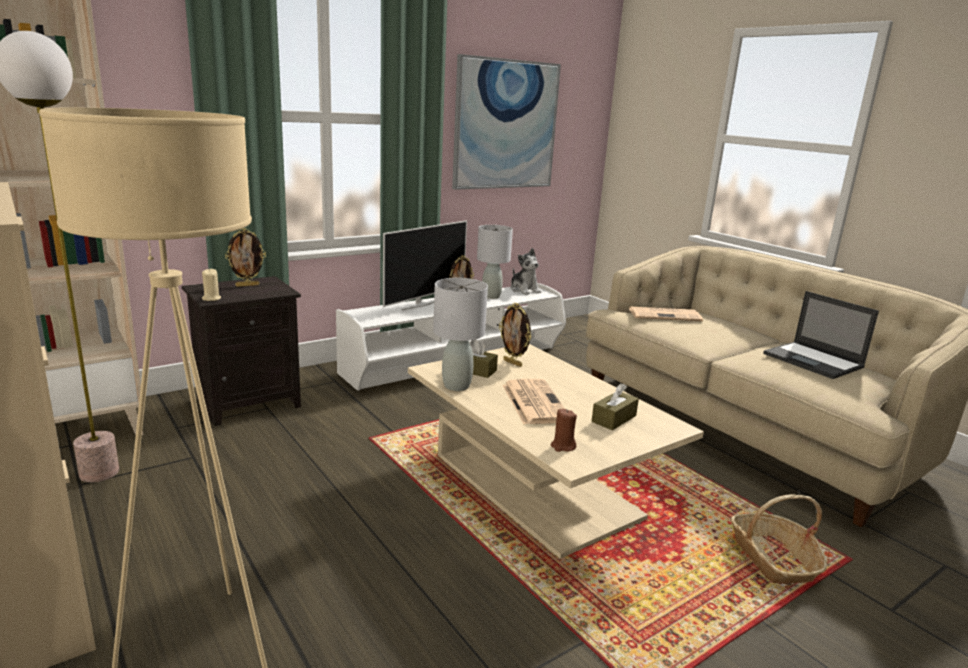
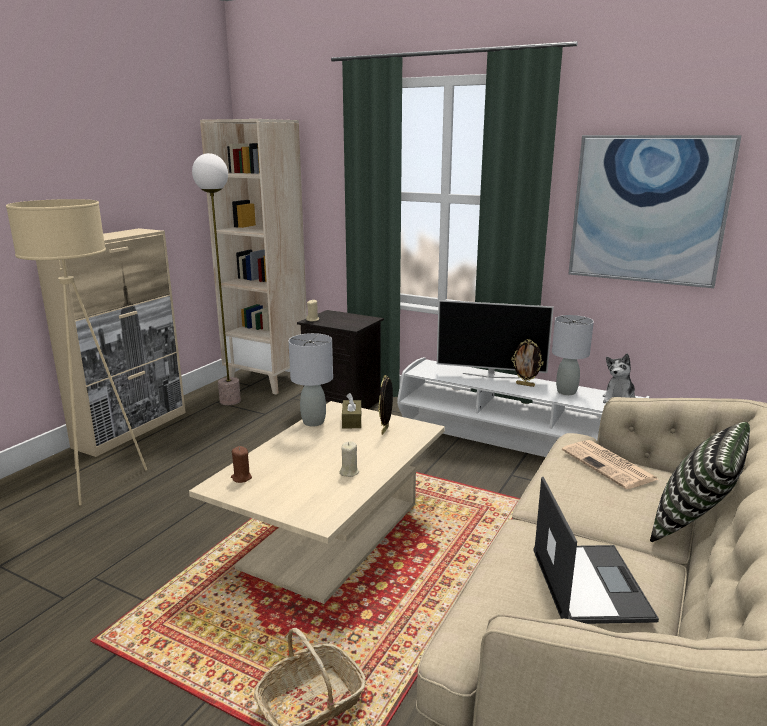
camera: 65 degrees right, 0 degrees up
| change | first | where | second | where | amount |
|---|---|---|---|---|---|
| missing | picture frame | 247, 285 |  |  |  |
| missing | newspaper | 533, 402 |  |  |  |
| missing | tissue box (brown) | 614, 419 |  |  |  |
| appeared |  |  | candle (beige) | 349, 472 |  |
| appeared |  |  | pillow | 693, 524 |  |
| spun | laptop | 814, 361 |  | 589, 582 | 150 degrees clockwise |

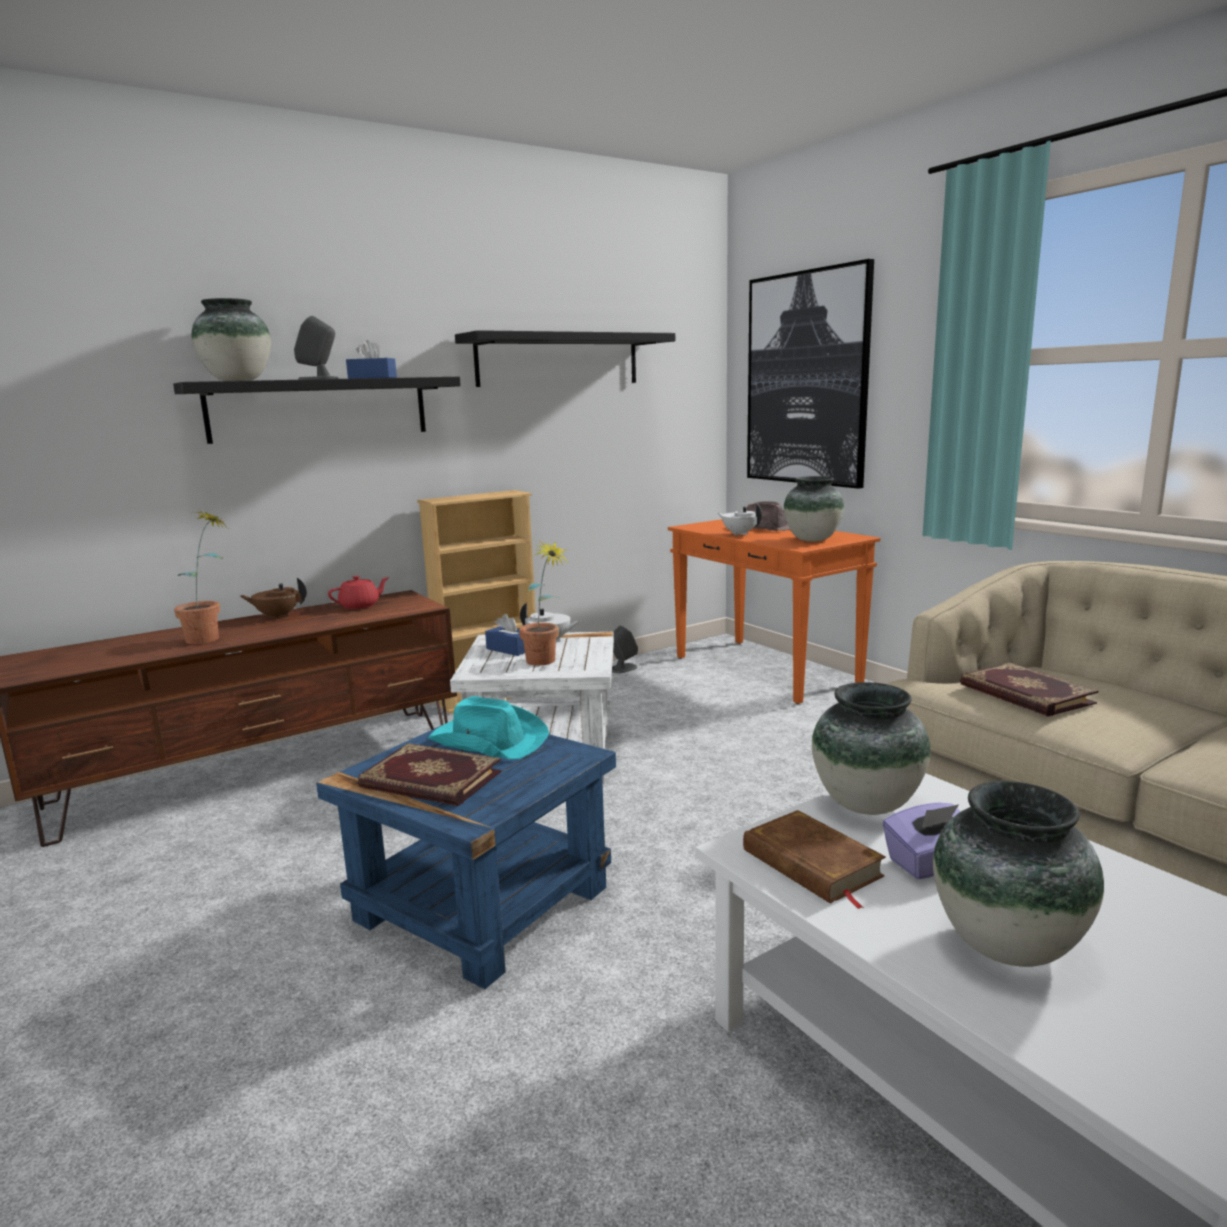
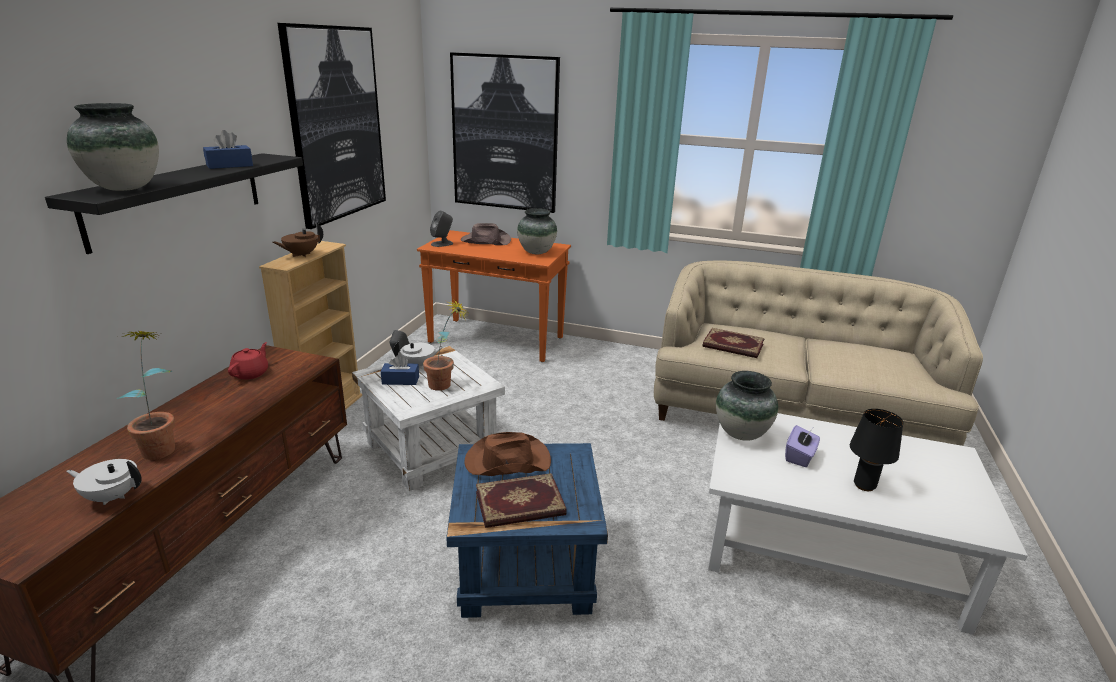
camera: 40 degrees left, 10 degrees up
| change | first | where | second | where | amount |
|---|---|---|---|---|---|
| missing | book (brown) | 811, 864 |  |  |  |
| relocated | teapot (brown) | 277, 616 |  | 301, 255 |  |
| relocated | speaker (grey) | 319, 379 |  | 442, 244 |  |
| relocated | teapot (white) | 739, 534 |  | 112, 496 |  |
| exchanged | shelf (black) | 559, 360 | picture | 336, 124 |  |
| exchanged | vase | 1006, 947 | table lamp (black) | 864, 486 |  |
| colour | hat (turquoise) | 488, 740 | hat (brown) | 506, 461 |  |

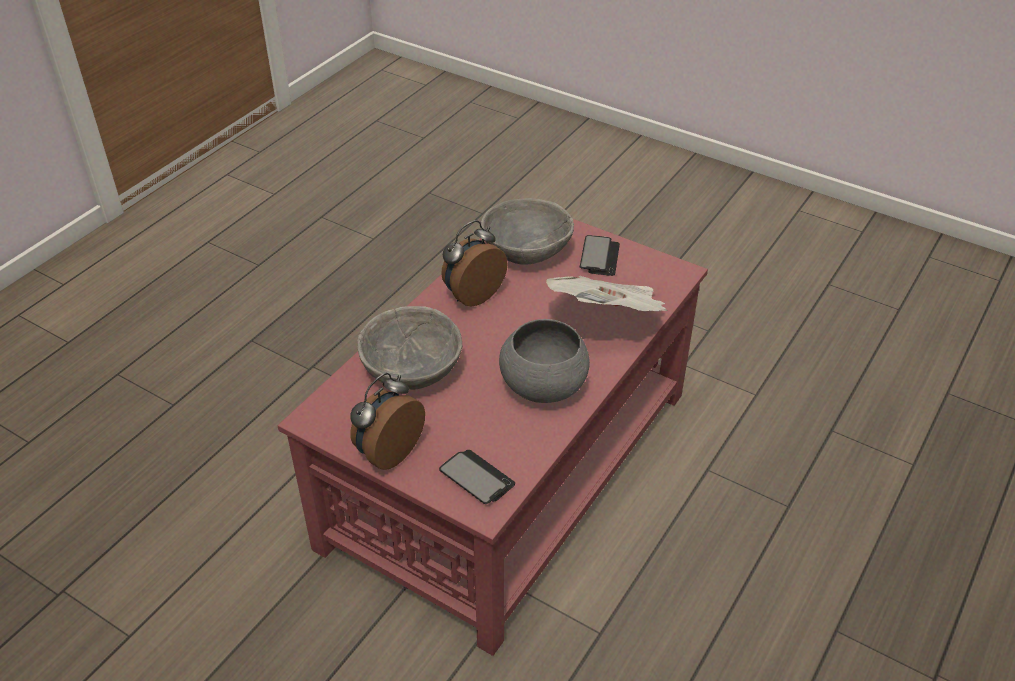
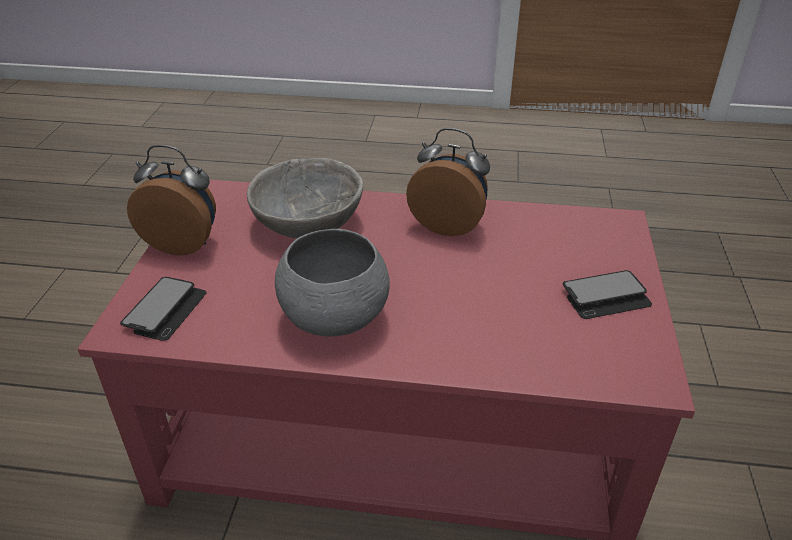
camera: 65 degrees right, 5 degrees down
| change | first | where | second | where | amount |
|---|---|---|---|---|---|
| missing | bowl (grey) | 526, 250 |  |  |  |
| missing | newspaper | 609, 317 |  |  |  |

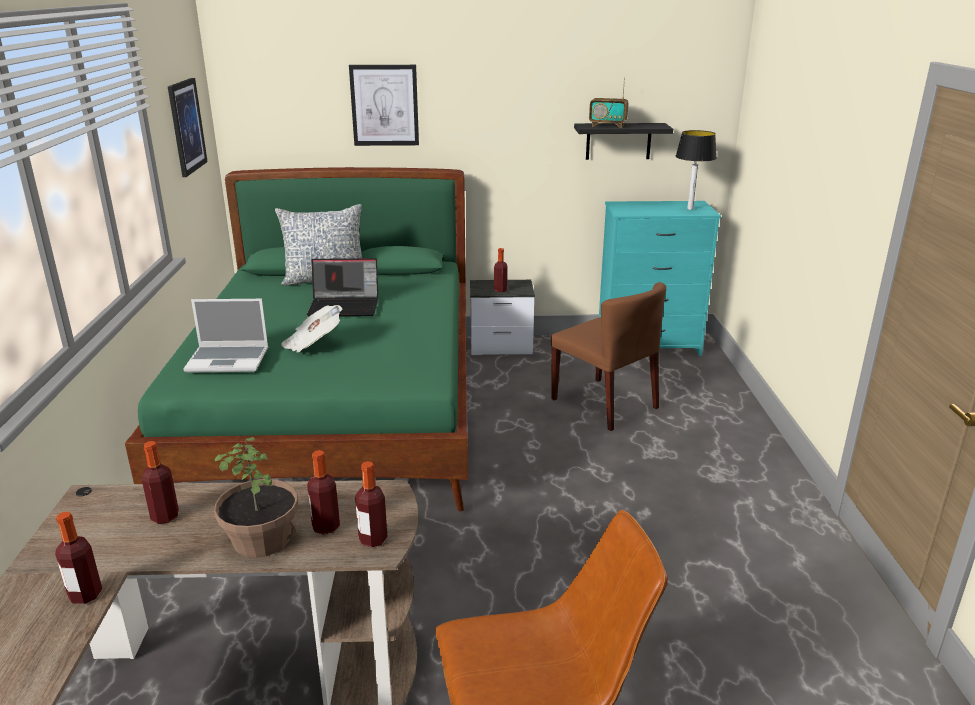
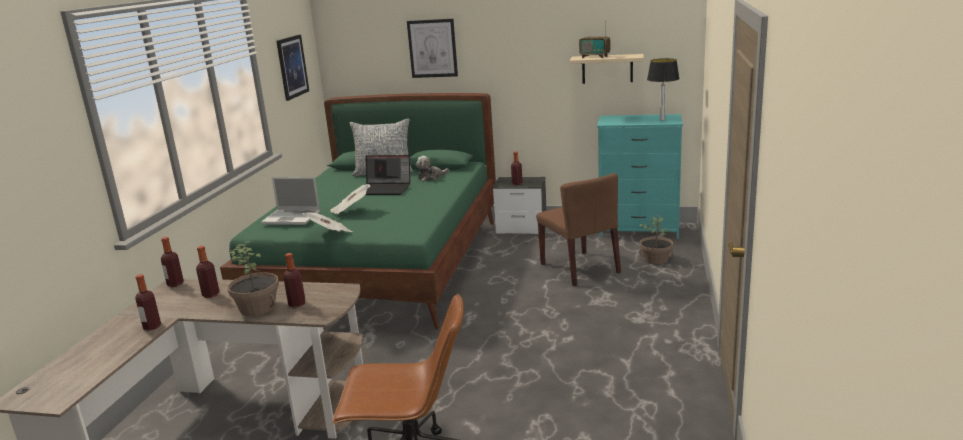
camera: 15 degrees right, 5 degrees down
| change | first | where | second | where | amount |
|---|---|---|---|---|---|
| appeared |  |  | newspaper | 329, 233 |  |
| appeared |  |  | plush toy | 431, 177 |  |
| appeared |  |  | potted plant | 656, 259 |  |
| relocated | bottle | 373, 539 |  | 175, 284 |  |
| colour | shelf (black) | 618, 141 | shelf (beige) | 607, 69 |  |

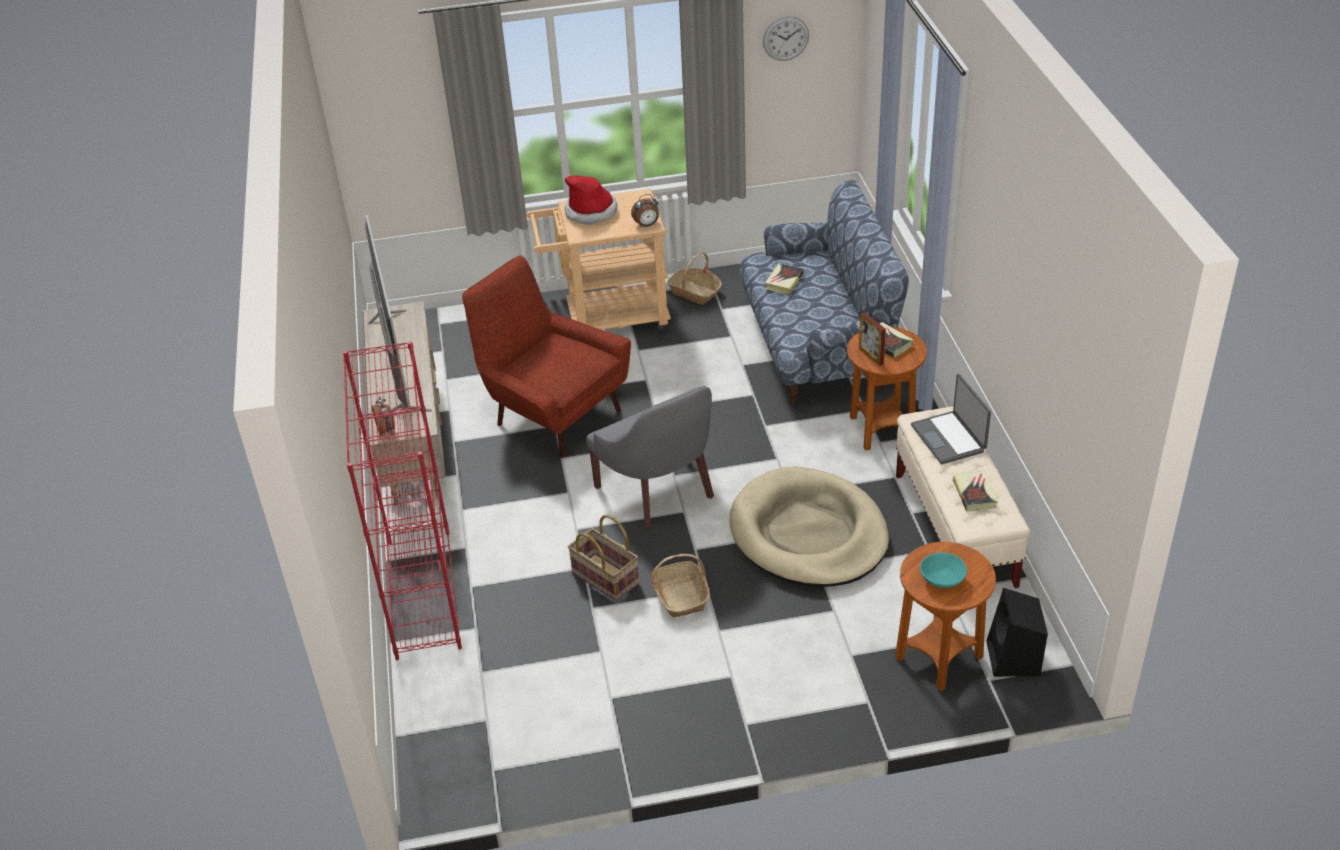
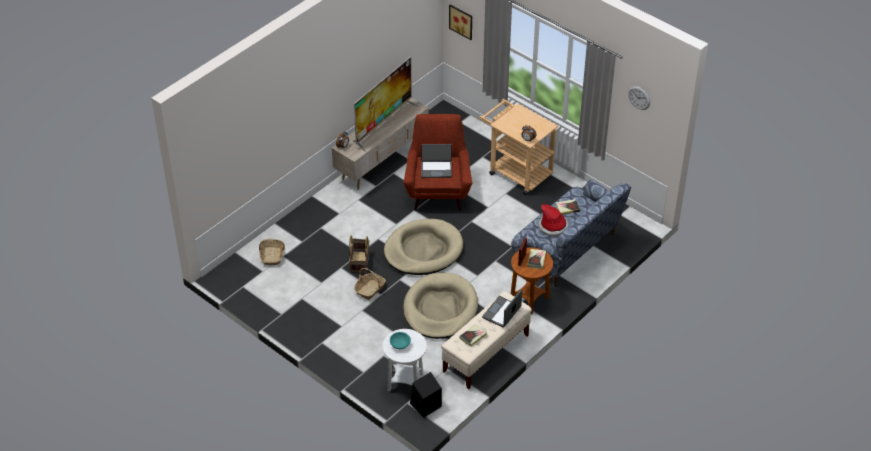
camera: 50 degrees right, 5 degrees up
| change | first | where | second | where | amount |
|---|---|---|---|---|---|
| missing | bookcase (red) | 422, 592 |  |  |  |
| appeared |  |  | laptop | 436, 169 |  |
| appeared |  |  | picture | 461, 21 |  |
| relocated | hat | 591, 211 |  | 553, 227 |  |
| relocated | basket | 694, 292 |  | 272, 256 |  |
| exchanged | armchair (grey) | 660, 490 | dog bed (beige) | 423, 250 |  |
| colour | side table (brown) | 939, 658 | side table (white) | 405, 382 |  |

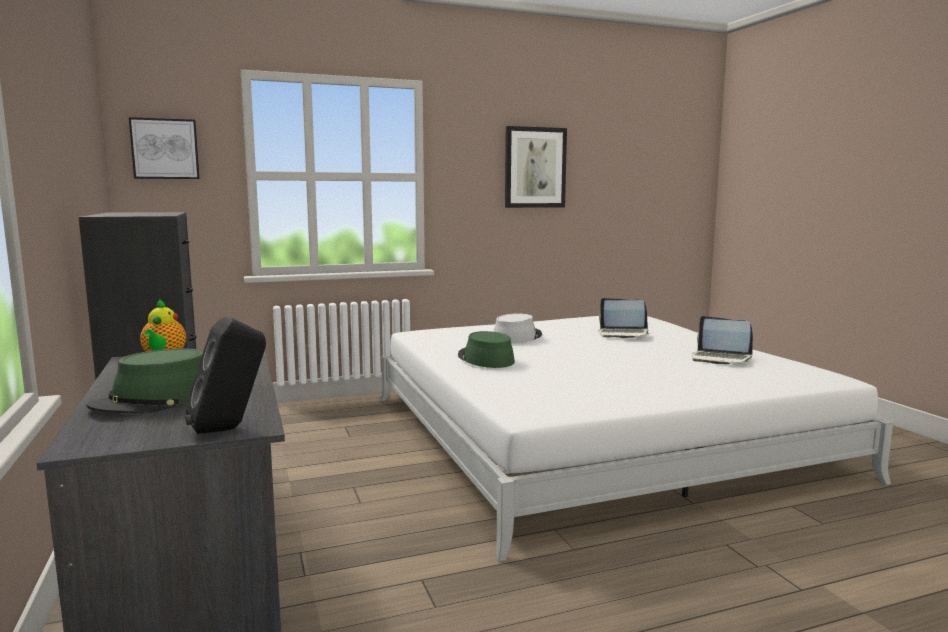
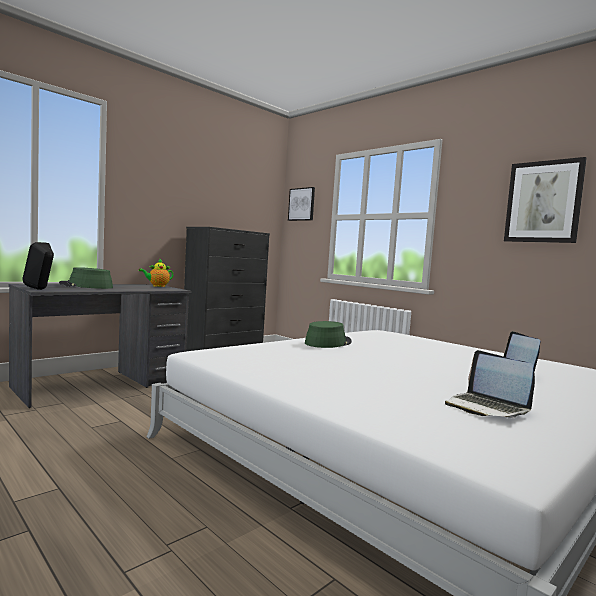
camera: 65 degrees right, 5 degrees down
| change | first | where | second | where | amount |
|---|---|---|---|---|---|
| missing | hat (grey) | 517, 337 |  |  |  |
| spun | laptop | 720, 359 |  | 486, 408 | 45 degrees counterclockwise |

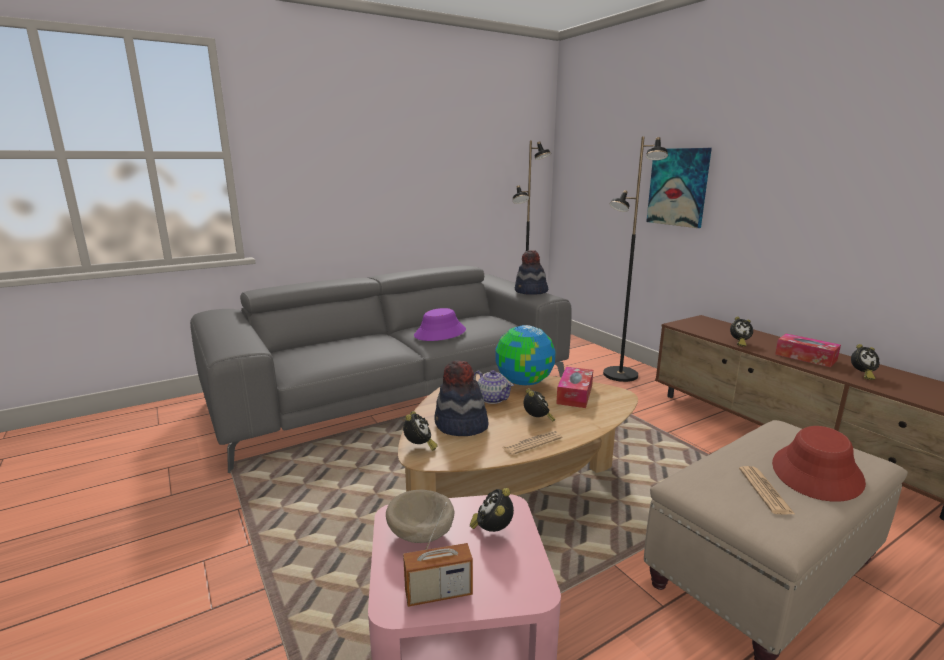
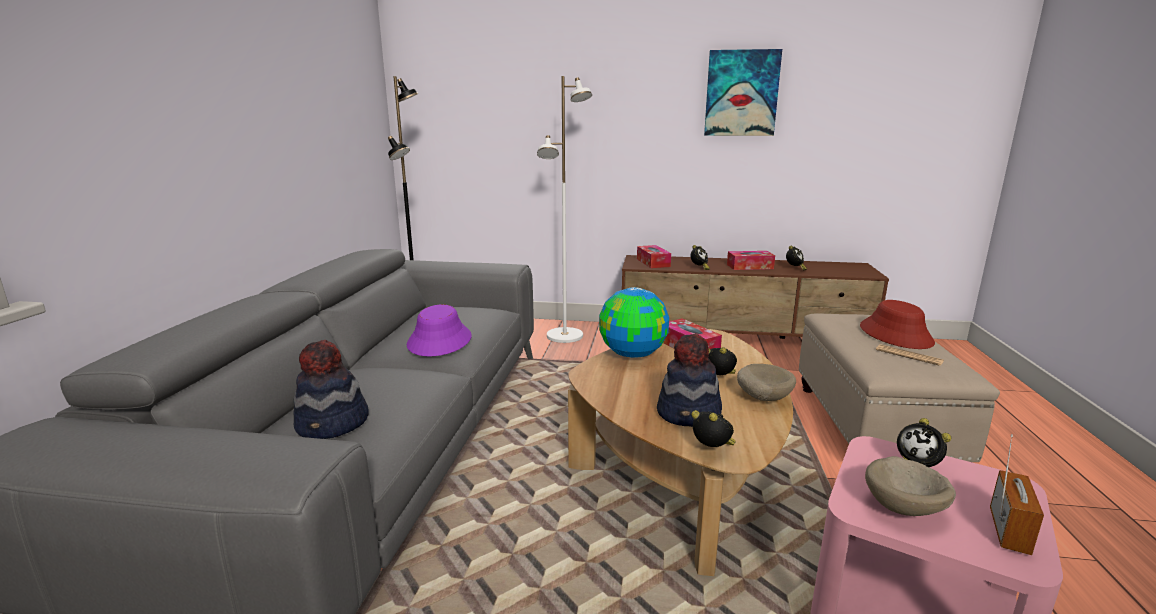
camera: 50 degrees left, 0 degrees up
| change | first | where | second | where | amount |
|---|---|---|---|---|---|
| missing | teapot | 492, 399 |  |  |  |
| appeared |  |  | tissue box | 653, 262 |  |
| relocated | hat | 530, 292 |  | 333, 424 |  |
| relocated | picture | 678, 187 |  | 741, 93 |  |
| exchanged | newspaper | 532, 443 | bowl (beige) | 762, 397 |  |
| colour | floor lamp (black) | 620, 375 | floor lamp (white) | 565, 336 |  |

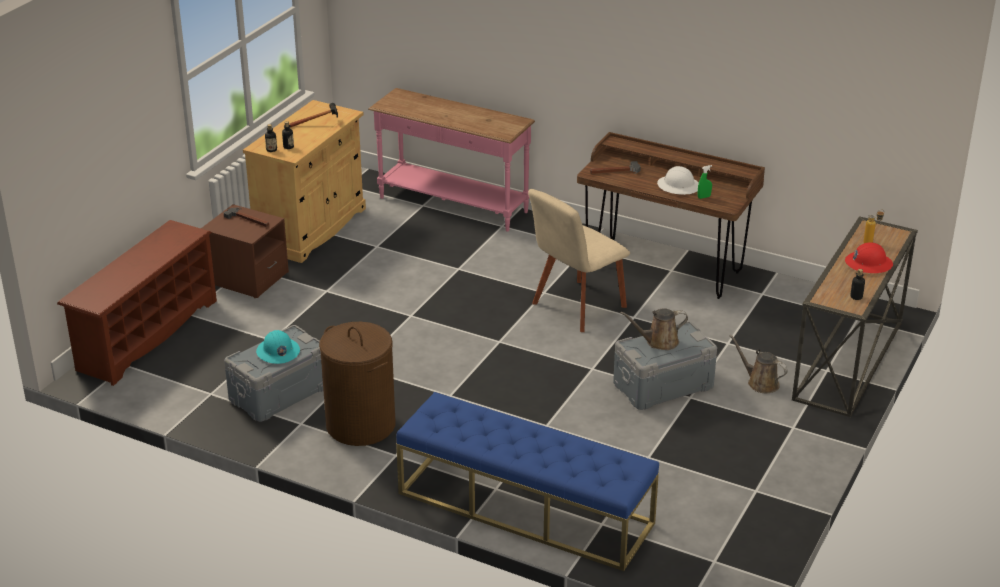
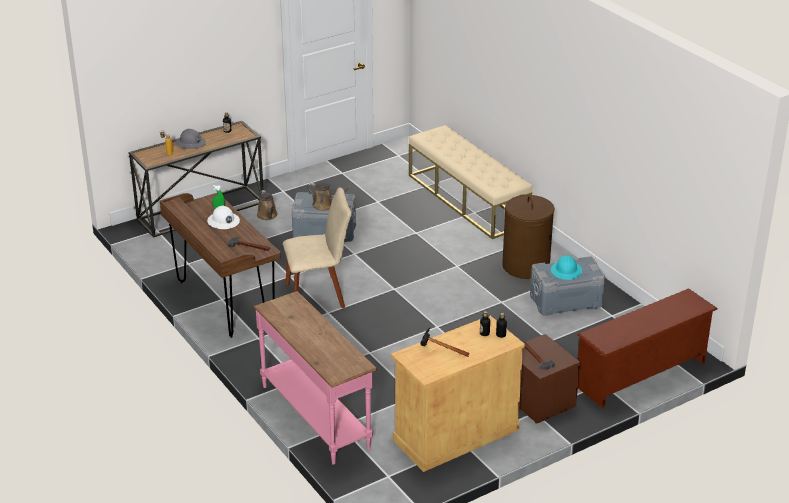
camera: 150 degrees left, 0 degrees up
| change | first | where | second | where | amount |
|---|---|---|---|---|---|
| colour | bench (blue) | 524, 508 | bench (beige) | 467, 200 |  |
| colour | hard hat (red) | 868, 263 | hard hat (grey) | 190, 143 |  |

